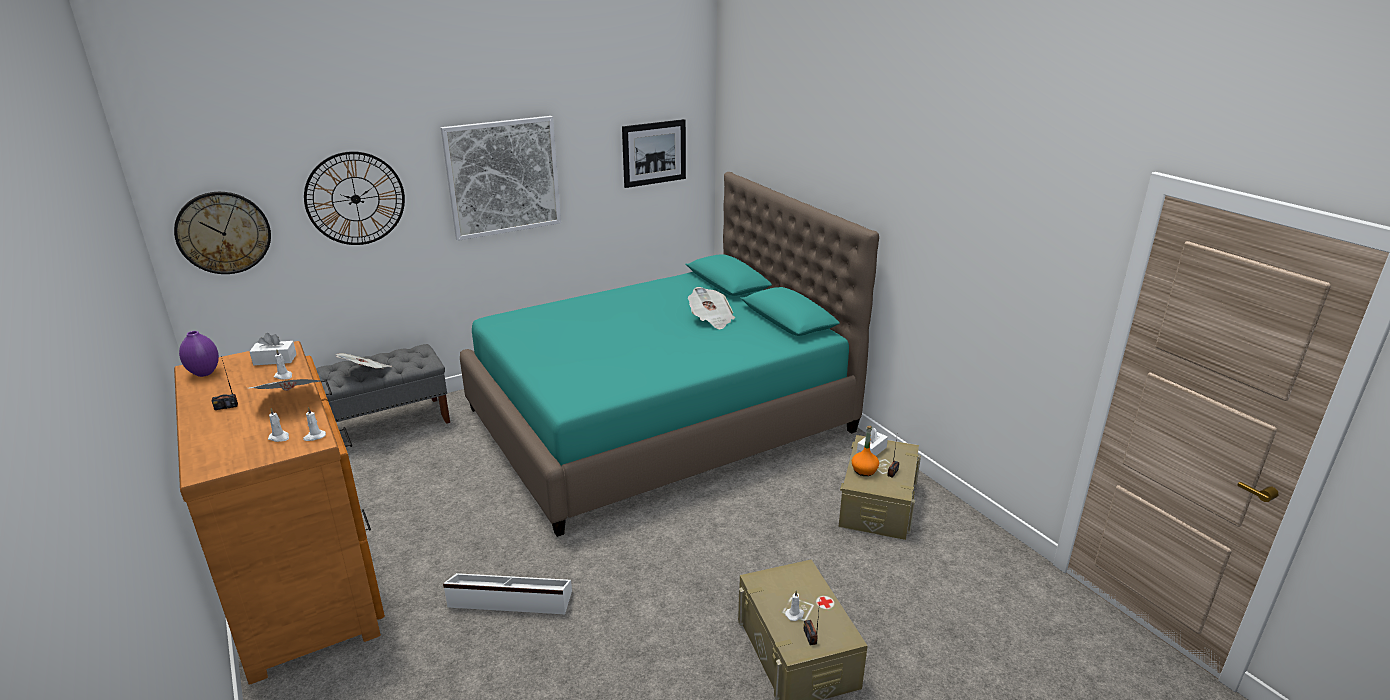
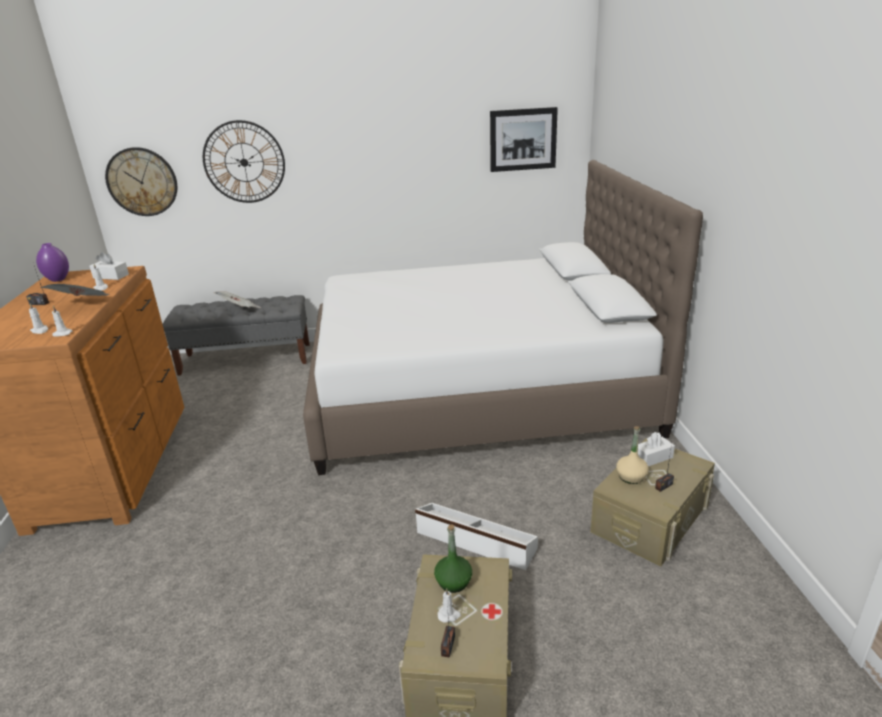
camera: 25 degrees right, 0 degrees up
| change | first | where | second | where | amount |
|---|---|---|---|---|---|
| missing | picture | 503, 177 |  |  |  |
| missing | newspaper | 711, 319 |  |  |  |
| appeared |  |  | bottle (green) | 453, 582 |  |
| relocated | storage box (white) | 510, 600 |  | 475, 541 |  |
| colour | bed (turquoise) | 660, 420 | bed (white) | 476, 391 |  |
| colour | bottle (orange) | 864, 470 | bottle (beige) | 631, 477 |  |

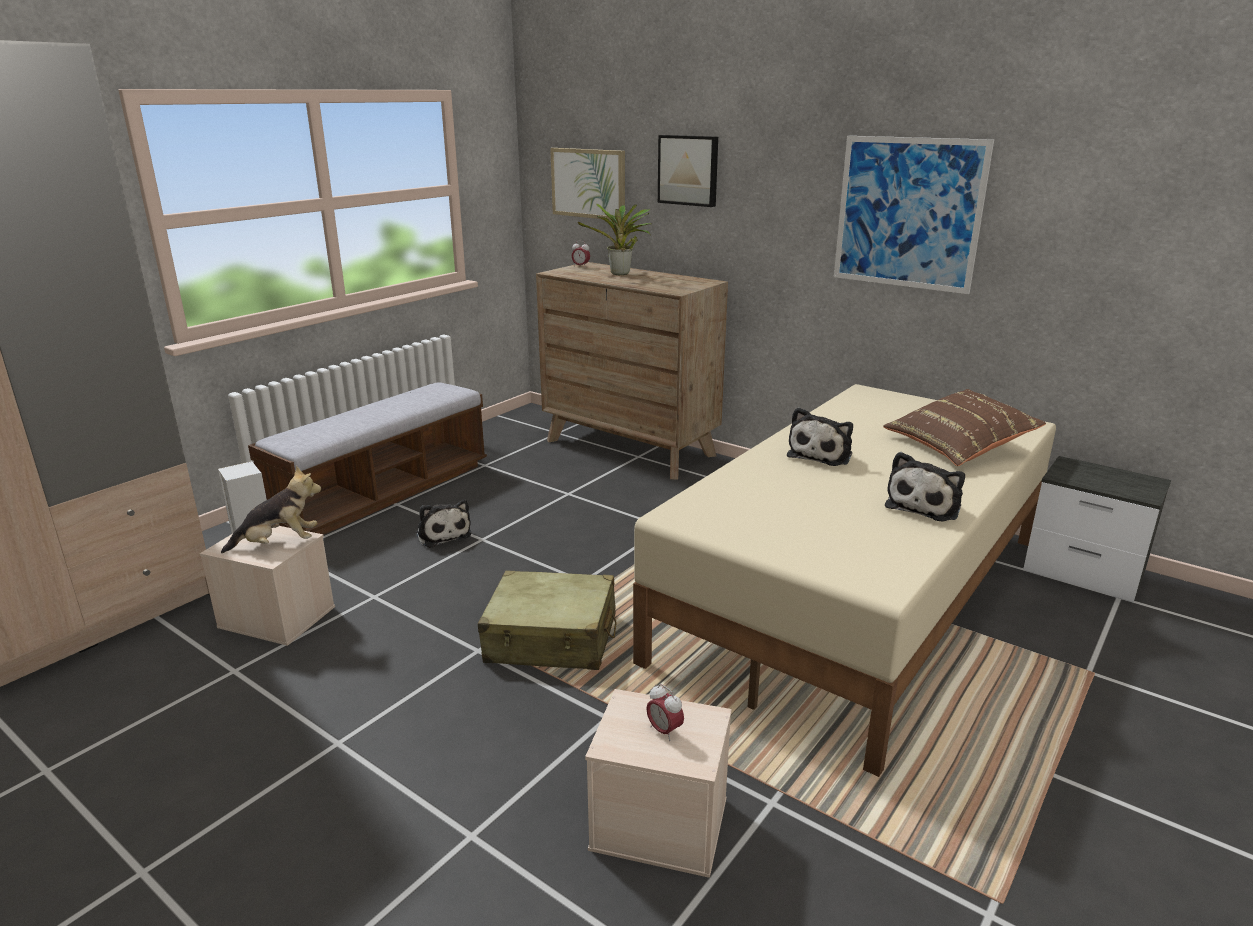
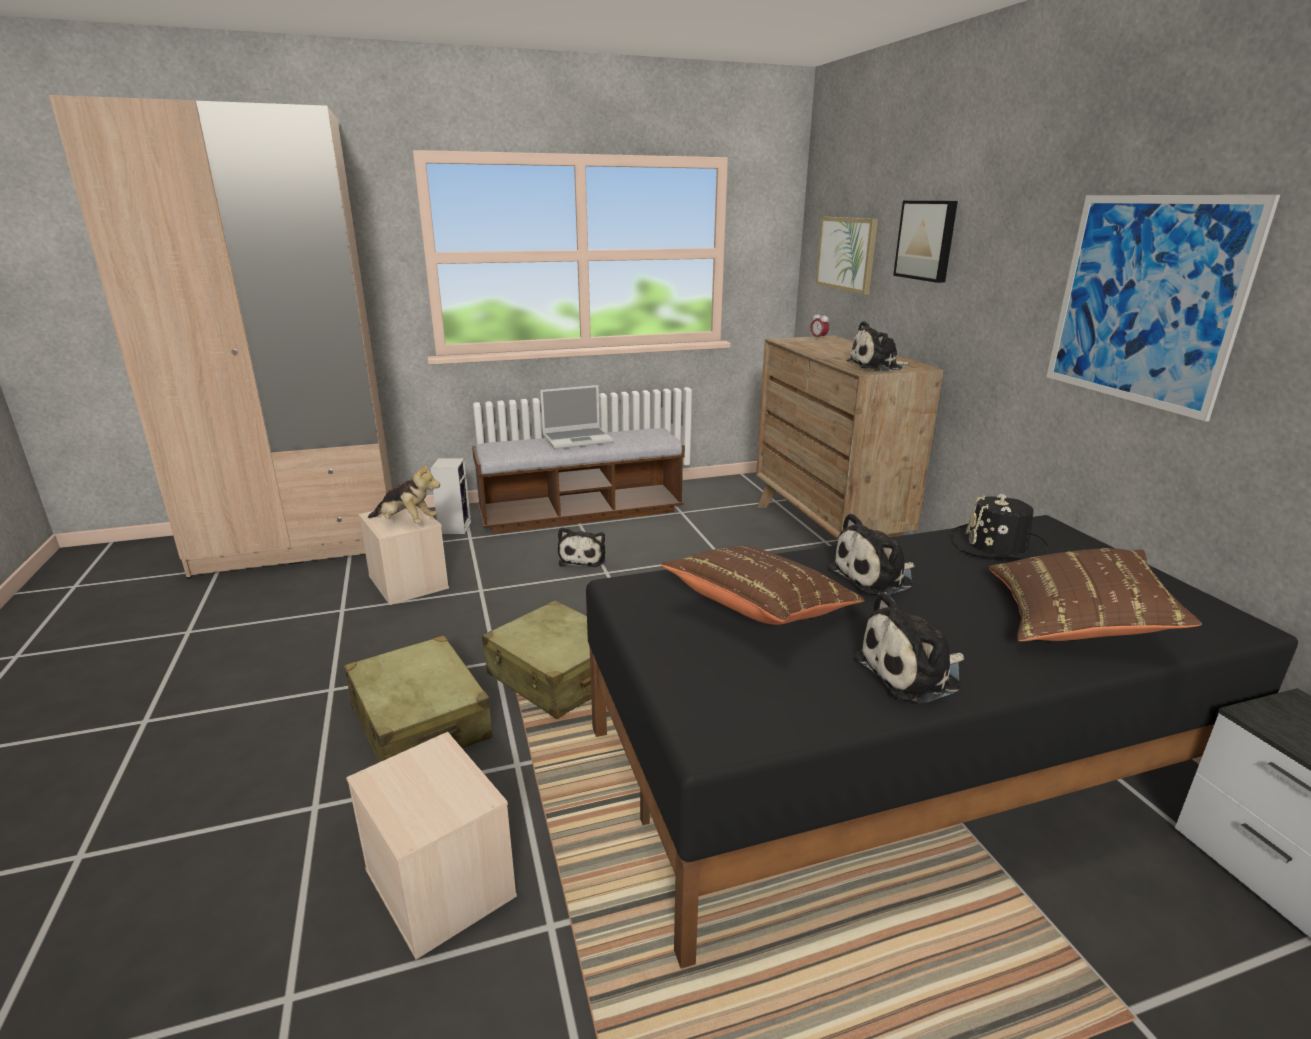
camera: 35 degrees right, 0 degrees up
| change | first | where | second | where | amount |
|---|---|---|---|---|---|
| missing | potted plant | 621, 274 |  |  |  |
| missing | alarm clock | 664, 731 |  |  |  |
| appeared |  |  | suitcase (beige) | 420, 722 |  |
| appeared |  |  | laptop | 578, 439 |  |
| appeared |  |  | pillow (brown) | 760, 611 |  |
| appeared |  |  | plush toy | 877, 366 |  |
| appeared |  |  | hat (black) | 997, 546 |  |
| colour | bed (beige) | 858, 597 | bed (black) | 897, 764 |  |

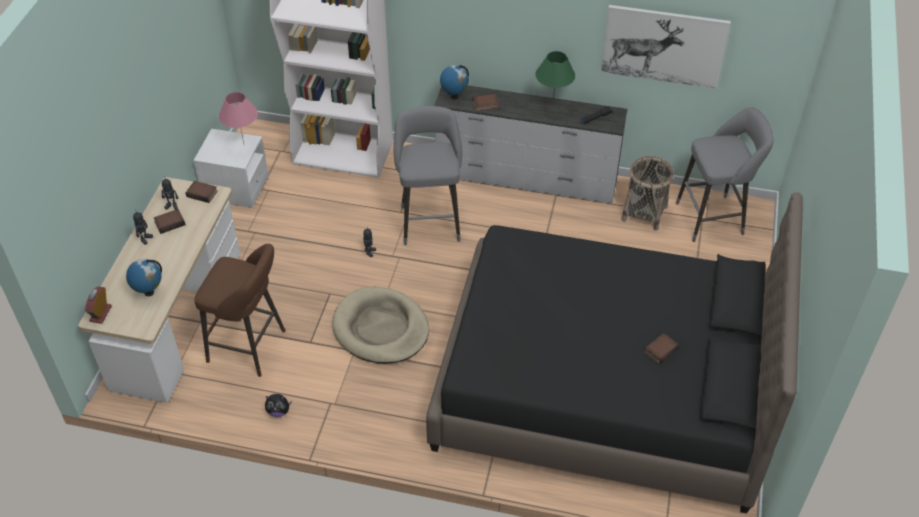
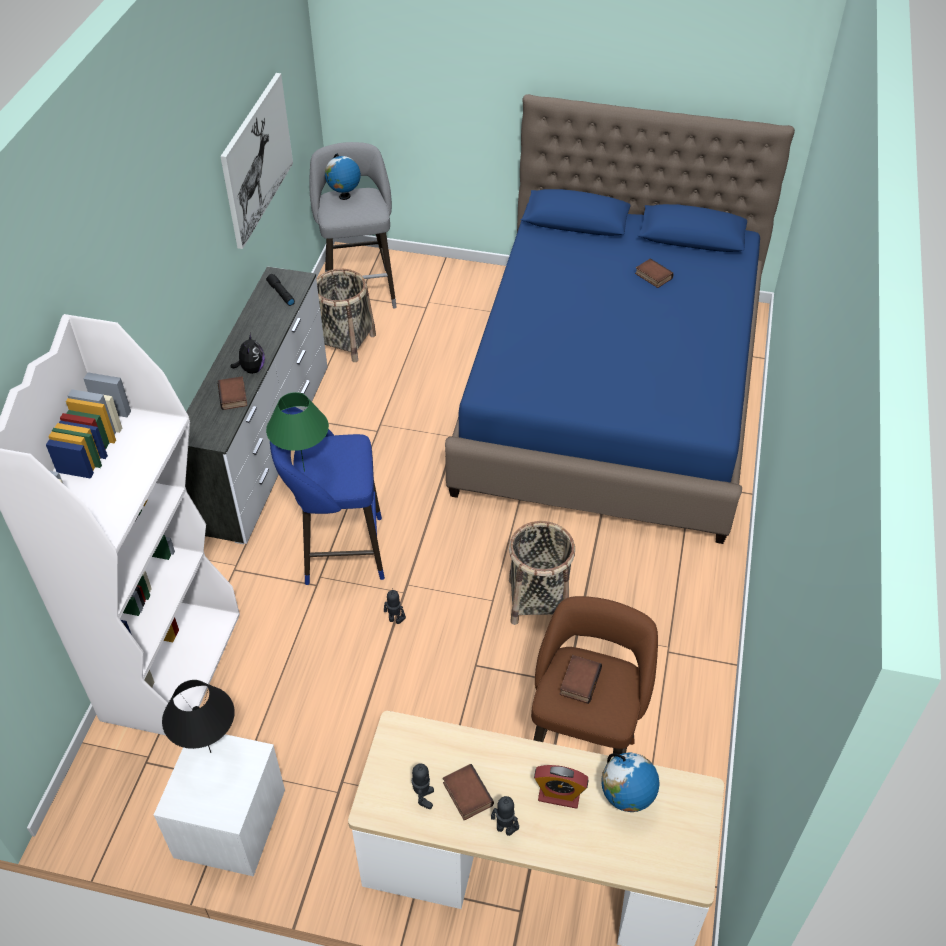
camera: 90 degrees left, 0 degrees up
| change | first | where | second | where | amount |
|---|---|---|---|---|---|
| relocated | alarm clock | 100, 313 |  | 559, 795 |  |
| relocated | book | 203, 193 |  | 579, 681 |  |
| relocated | plush toy | 278, 411 |  | 251, 369 |  |
| relocated | globe | 454, 96 |  | 344, 196 |  |
| relocated | table lamp (green) | 552, 107 |  | 304, 471 |  |
| exchanged | dog bed (beige) | 381, 328 | basket | 538, 601 |  |
| colour | table lamp (pink) | 244, 145 | table lamp (black) | 211, 752 |  |
| colour | stool (grey) | 430, 220 | stool (blue) | 337, 550 |  |
| colour | bed (black) | 603, 386 | bed (blue) | 611, 393 |  |

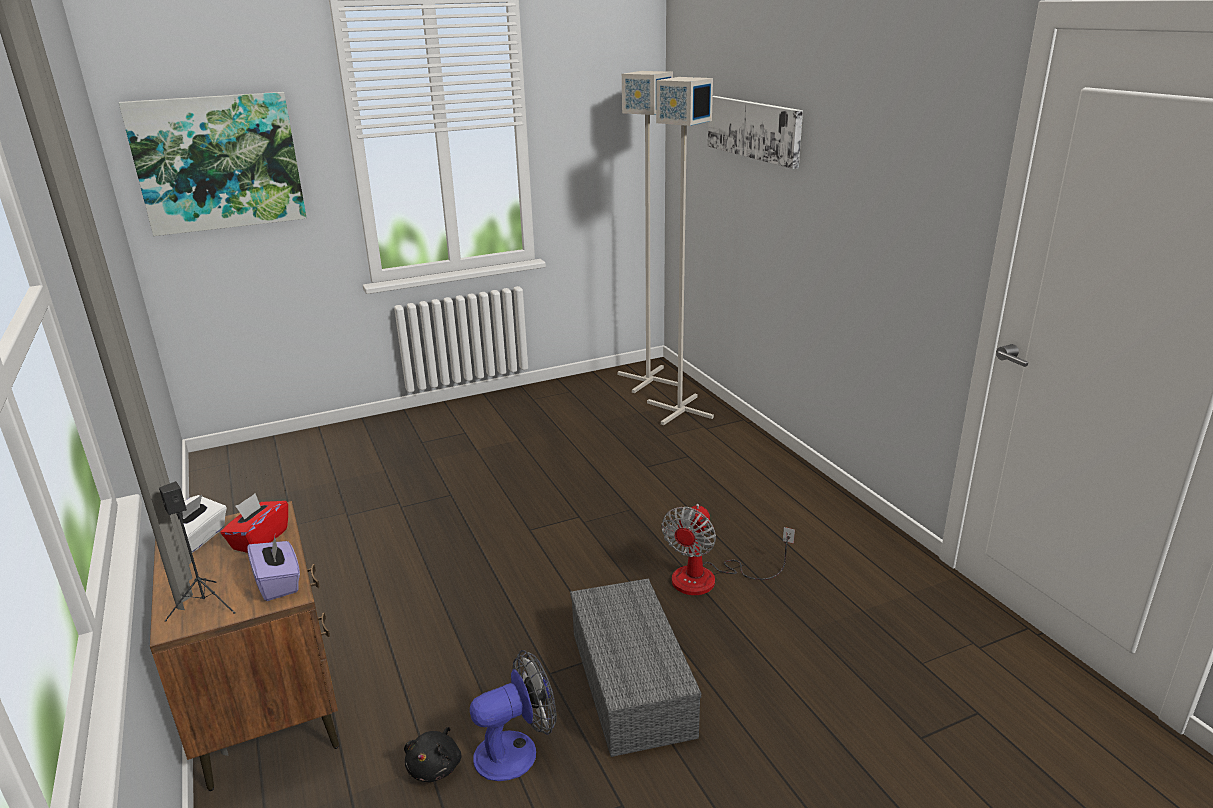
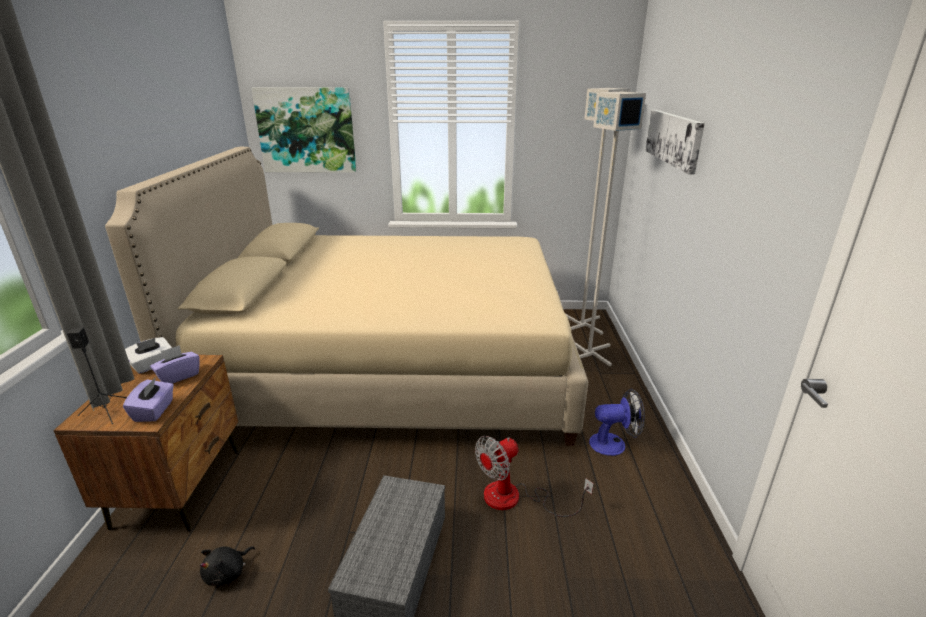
camera: 25 degrees right, 0 degrees up
| change | first | where | second | where | amount |
|---|---|---|---|---|---|
| appeared |  |  | bed (beige) | 394, 367 |  |
| relocated | fan | 516, 751 |  | 614, 444 |  |
| colour | tissue box (red) | 259, 539 | tissue box (purple) | 178, 376 |  |

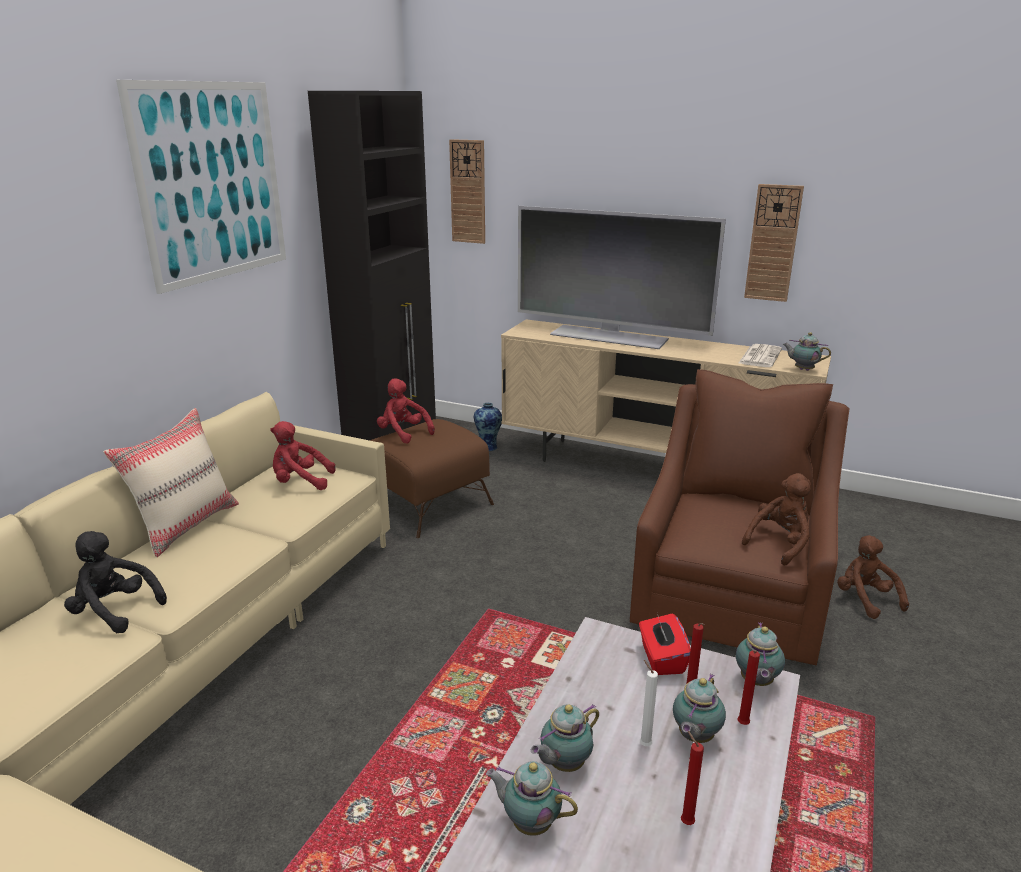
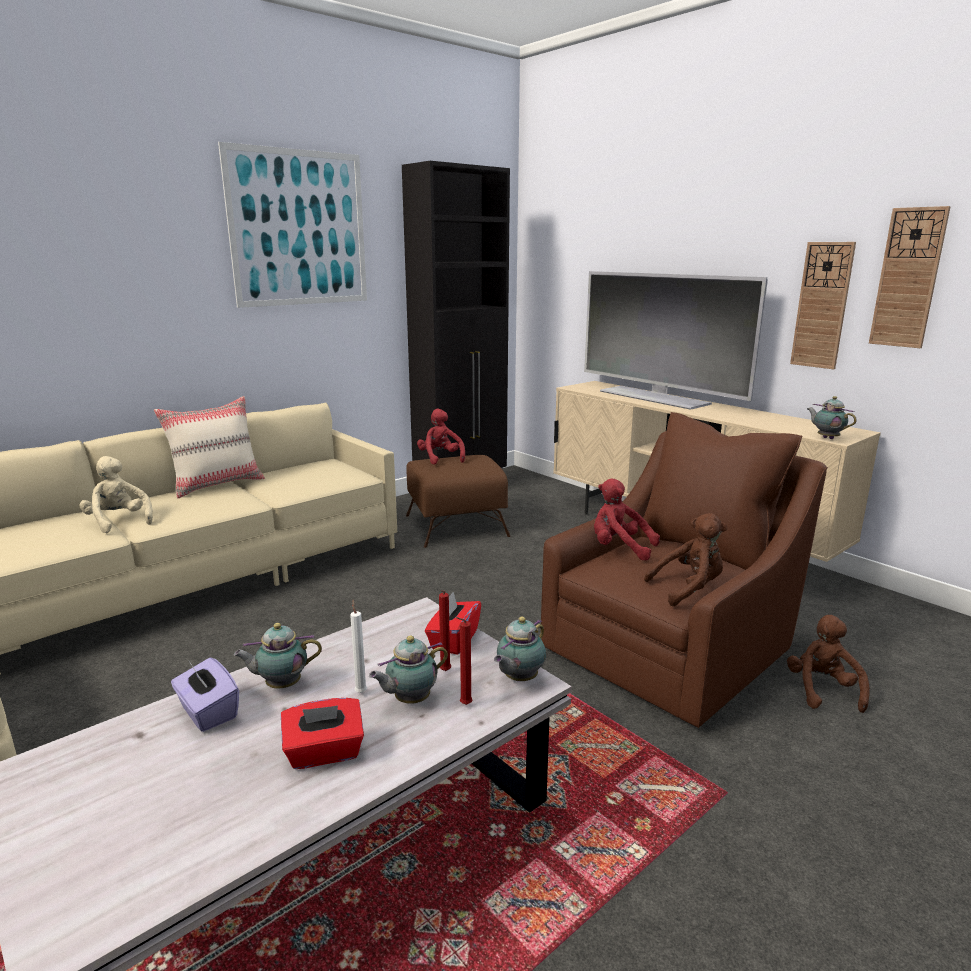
camera: 25 degrees right, 5 degrees down
| change | first | where | second | where | amount |
|---|---|---|---|---|---|
| missing | vase | 488, 447 |  |  |  |
| missing | newspaper | 759, 356 |  |  |  |
| relocated | plush toy (red) | 300, 482 |  | 619, 548 |  |
| relocated | wall clock | 468, 192 |  | 908, 278 |  |
| exchanged | teapot | 529, 823 | tissue box (purple) | 207, 712 |  |
| exchanged | candle (red) | 685, 821 | tissue box (red) | 324, 753 |  |
| colour | plush toy (black) | 114, 611 | plush toy (beige) | 118, 522 |  |

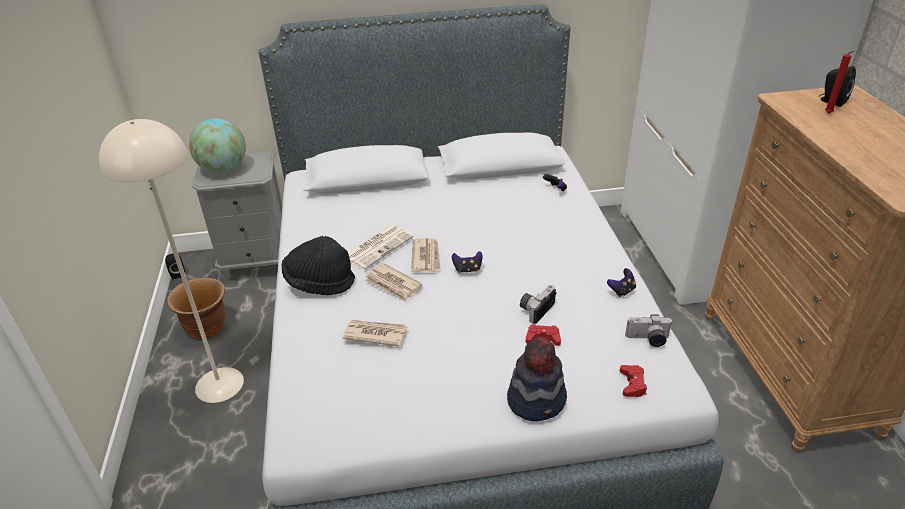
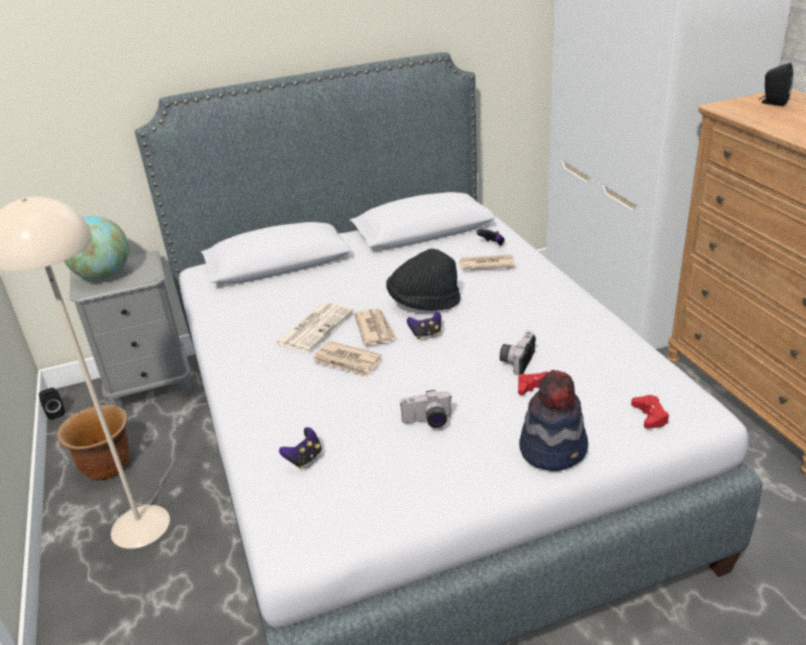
camera: 10 degrees left, 5 degrees down
| change | first | where | second | where | amount |
|---|---|---|---|---|---|
| missing | candle (red) | 829, 114 |  |  |  |
| relocated | hat (black) | 319, 282 |  | 424, 303 |  |
| relocated | newspaper | 375, 334 |  | 486, 264 |  |
| relocated | game controller | 621, 291 |  | 304, 459 |  |
| relocated | photo camera | 648, 340 |  | 428, 422 |  |

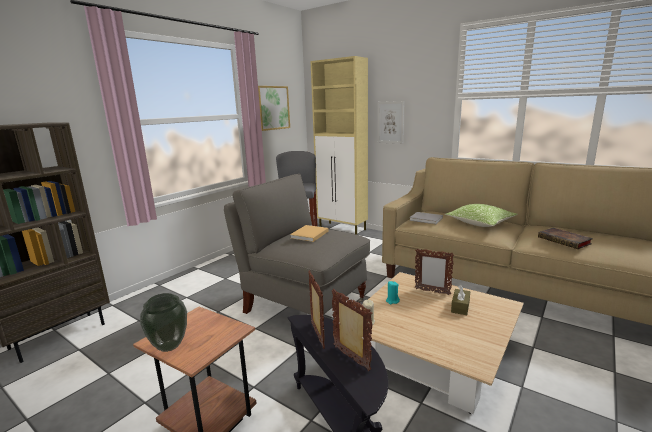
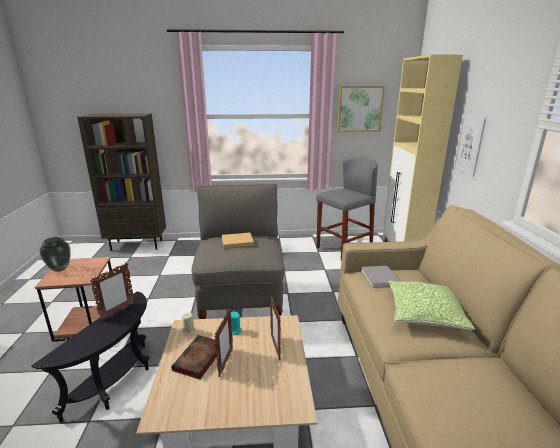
camera: 50 degrees right, 5 degrees up
| change | first | where | second | where | amount |
|---|---|---|---|---|---|
| missing | tissue box (brown) | 460, 307 |  |  |  |
| relocated | picture frame | 351, 359 |  | 225, 363 |  |
| relocated | book | 565, 241 |  | 198, 360 |  |

